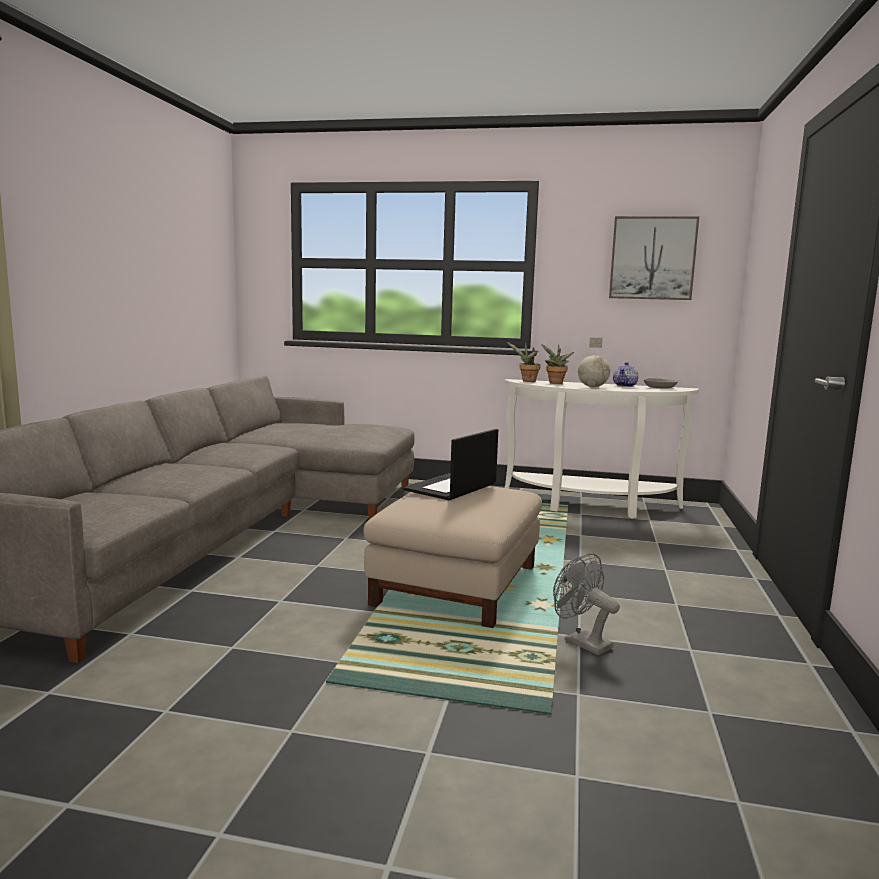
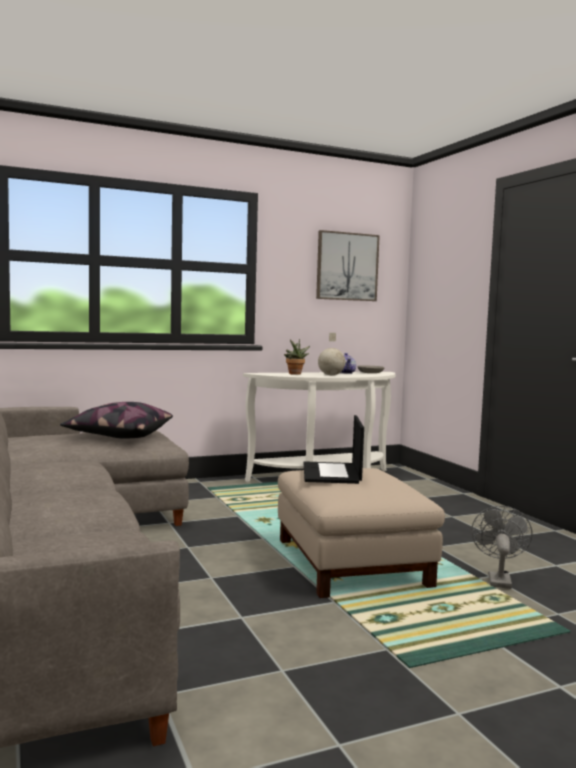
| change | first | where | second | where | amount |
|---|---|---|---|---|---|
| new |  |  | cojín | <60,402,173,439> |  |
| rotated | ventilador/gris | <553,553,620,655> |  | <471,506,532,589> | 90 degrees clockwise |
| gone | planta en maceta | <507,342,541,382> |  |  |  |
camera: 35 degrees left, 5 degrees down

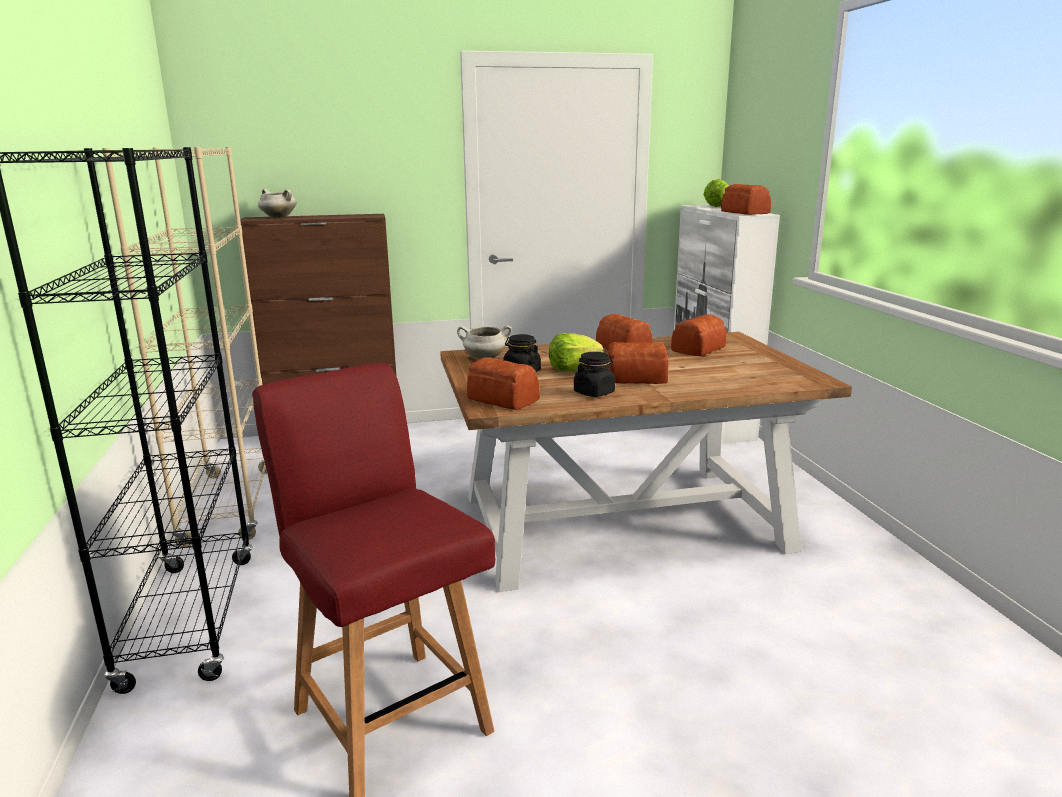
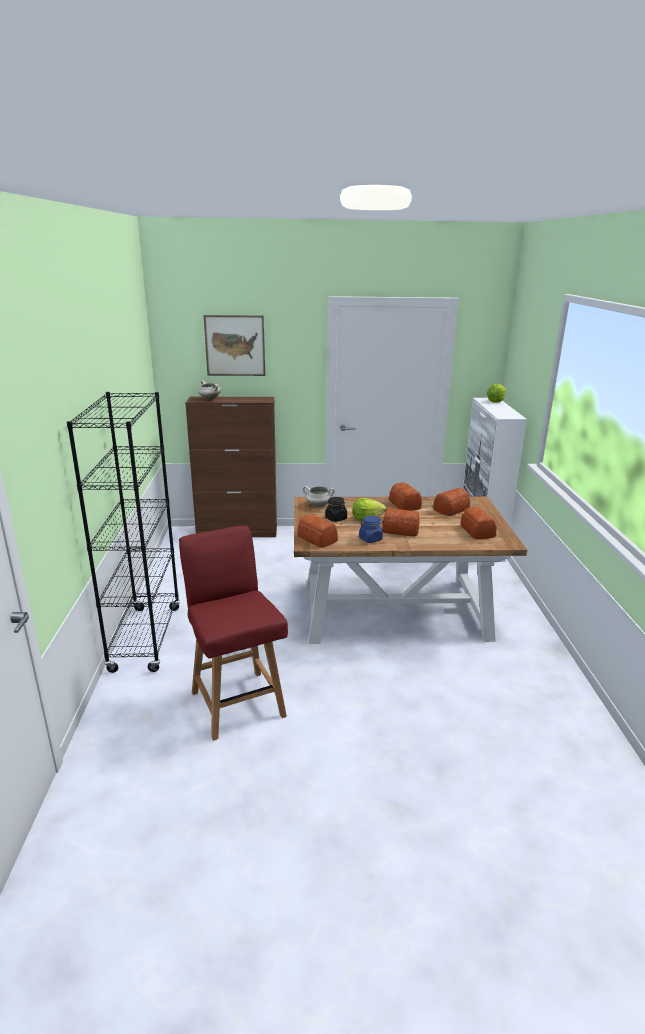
| change | first | where | second | where | amount |
|---|---|---|---|---|---|
| new |  |  | cuadro | <204,315,265,376> |  |
| repainted | tarro/negro | <574,352,615,397> | tarro/azul | <359,516,383,543> |  |
| shifted | pan | <721,184,771,215> |  | <461,507,497,539> |  |
| gone | estantería/beis | <102,147,267,547> |  |  |  |
camera: 10 degrees right, 5 degrees up

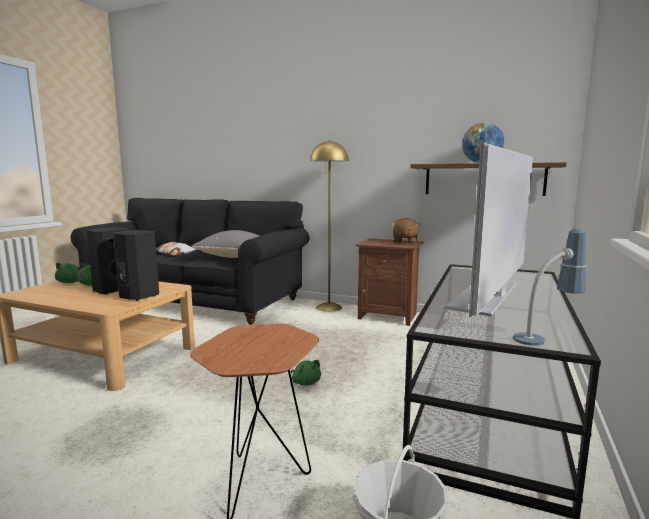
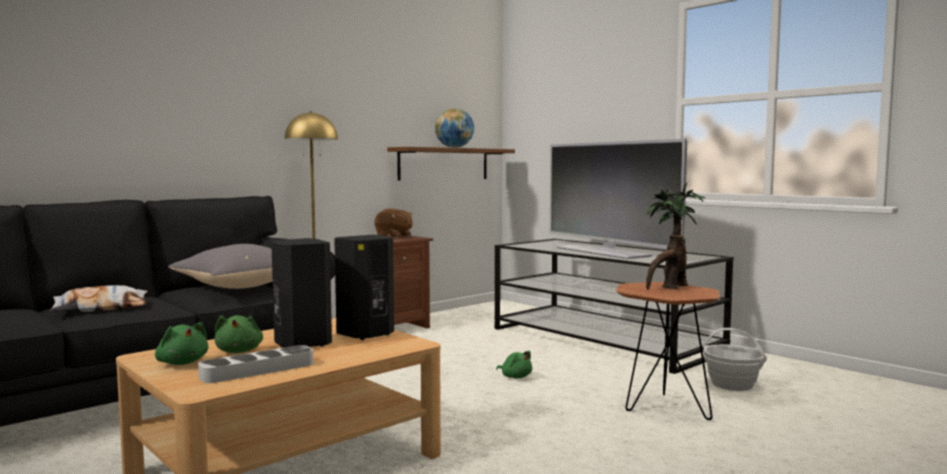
| change | first | where | second | where | amount |
|---|---|---|---|---|---|
| new |  |  | bandeja/gris | <198,345,314,383> |  |
| rotated | peluche/verde | <291,360,321,386> |  | <496,351,532,378> | 60 degrees clockwise |
| new |  |  | planta en maceta | <646,182,705,290> |  |
| gone | lámpara de mesa | <513,228,586,346> |  |  |  |
camera: 65 degrees left, 5 degrees down

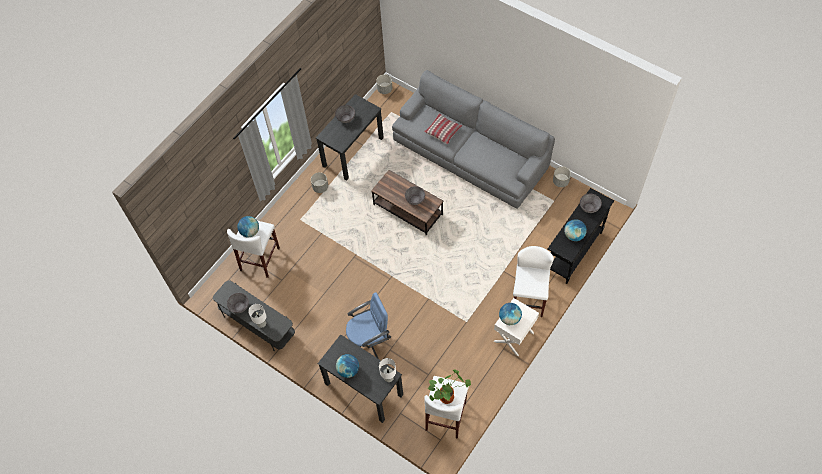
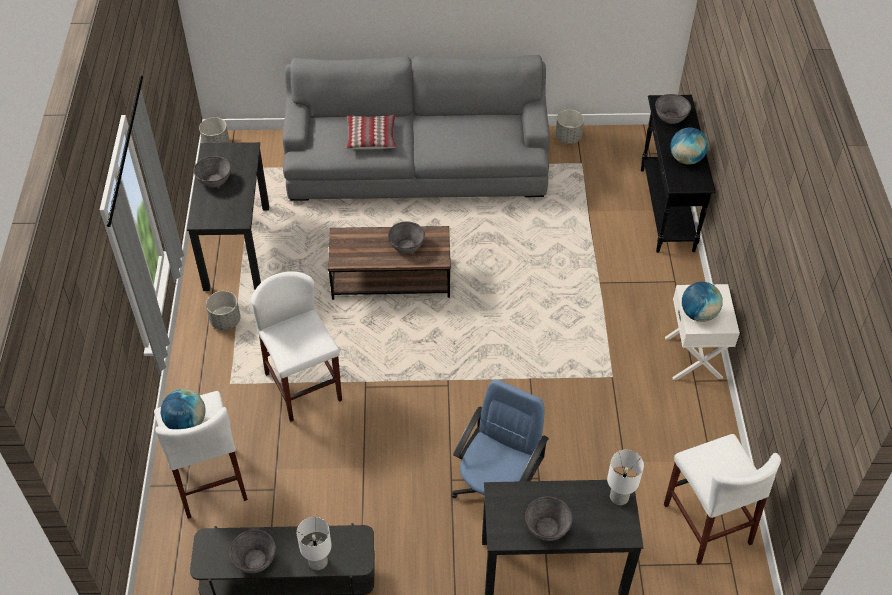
| change | first | where | second | where | amount |
|---|---|---|---|---|---|
| shifted | taburete/blanco | <513,246,554,317> |  | <251,271,342,422> |  |
| swapped | globo terráqueo | <336,354,359,378> | cuenco/gris | <525,496,573,541> |  |
| gone | planta en maceta | <428,370,471,404> |  |  |  |
camera: 40 degrees left, 10 degrees down

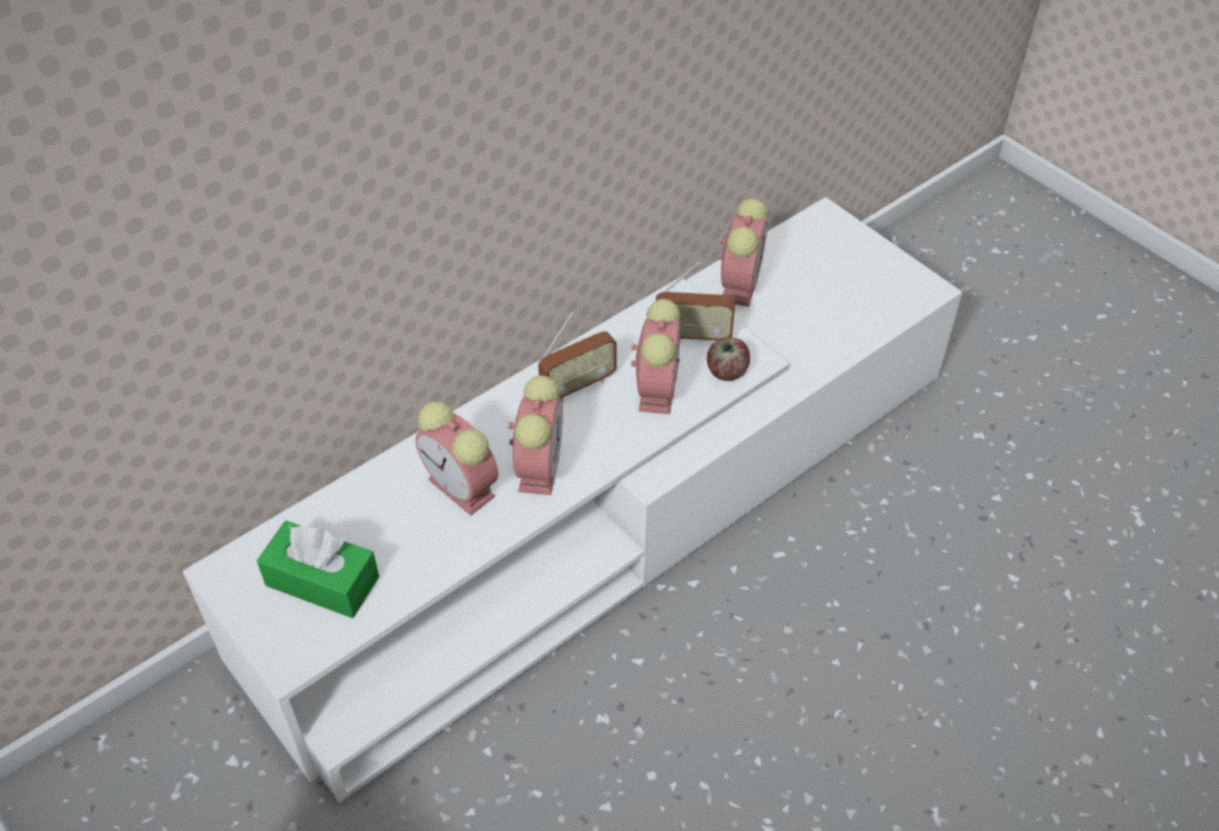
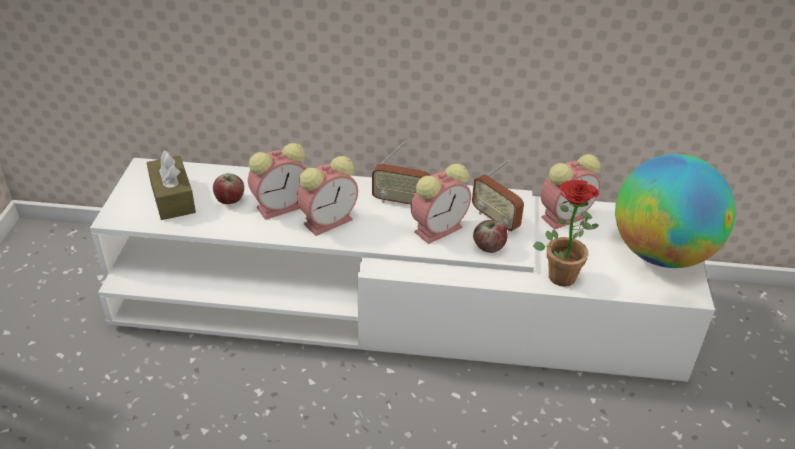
| change | first | where | second | where | amount |
|---|---|---|---|---|---|
| repainted | caja de pañuelos/verde | <257,520,379,618> | caja de pañuelos/marrón | <147,150,196,220> |  |
| new |  |  | manzana | <213,173,244,204> |  |
| rotated | despertador | <415,402,498,516> |  | <248,143,306,220> | 120 degrees counterclockwise |
| new |  |  | planta en maceta | <533,180,599,287> |  |
| new |  |  | globo terráqueo | <615,154,736,268> |  |
camera: 45 degrees right, 10 degrees down

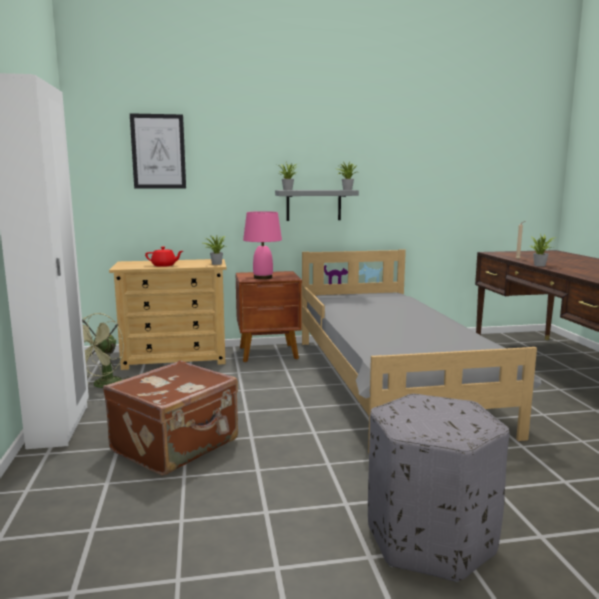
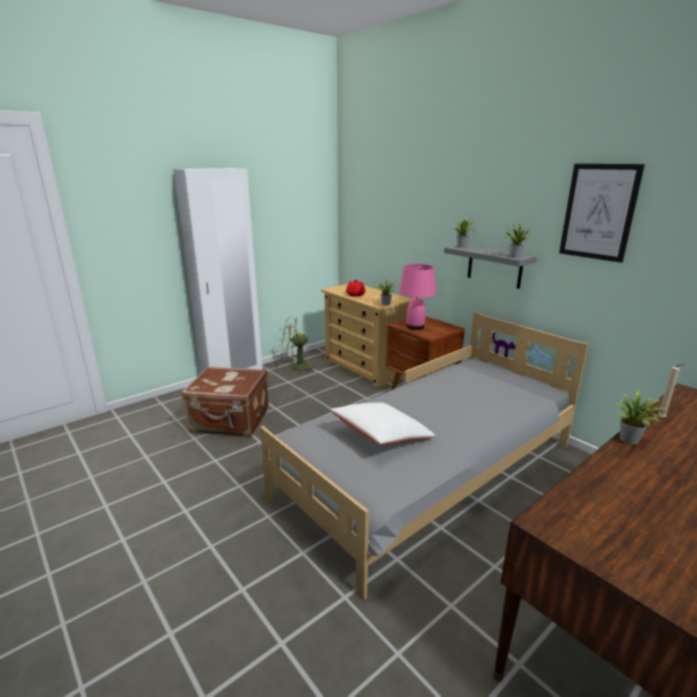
| change | first | where | second | where | amount |
|---|---|---|---|---|---|
| new |  |  | cojín/blanco | <330,402,436,445> |  |
| shifted | cuadro | <130,114,186,189> |  | <559,164,645,263> |  |
| gone | puf/gris | <368,394,509,582> |  |  |  |
camera: 60 degrees right, 10 degrees up

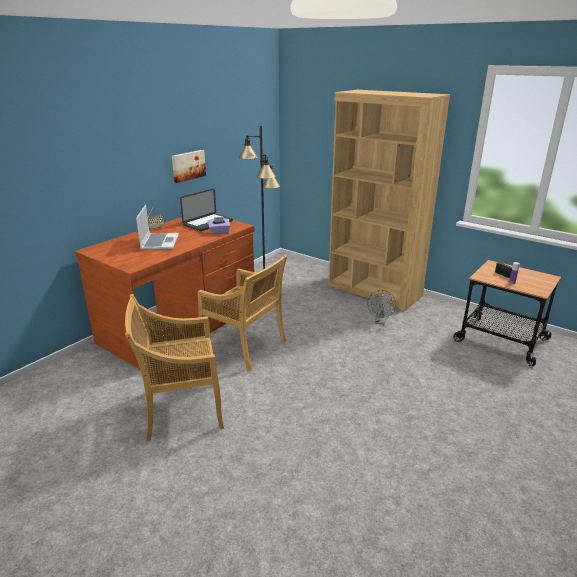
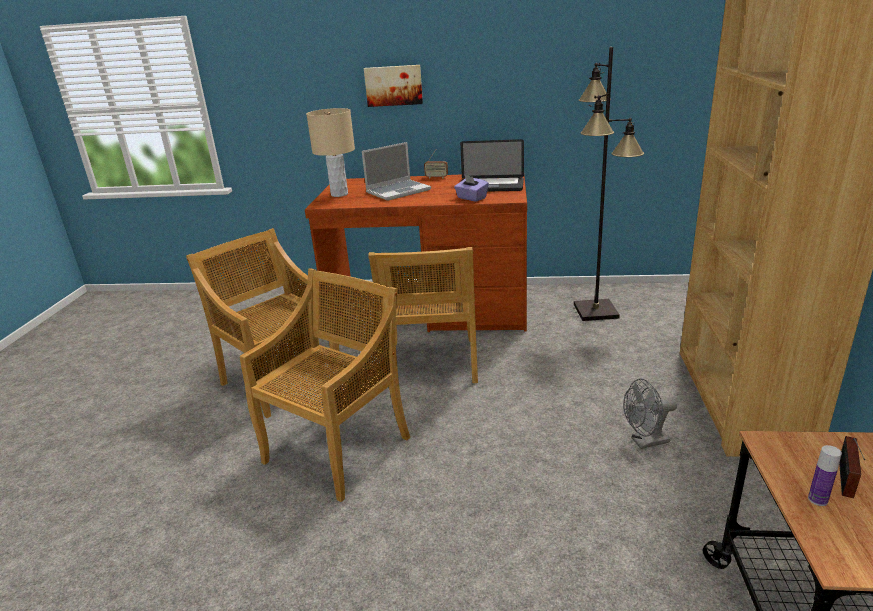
| change | first | where | second | where | amount |
|---|---|---|---|---|---|
| new |  |  | silla/beis | <240,269,410,502> |  |
| new |  |  | lámpara de mesa/beis | <306,108,355,197> |  |
| shifted | cuadro | <172,150,206,183> |  | <364,65,423,107> |  |
camera: 60 degrees right, 0 degrees up

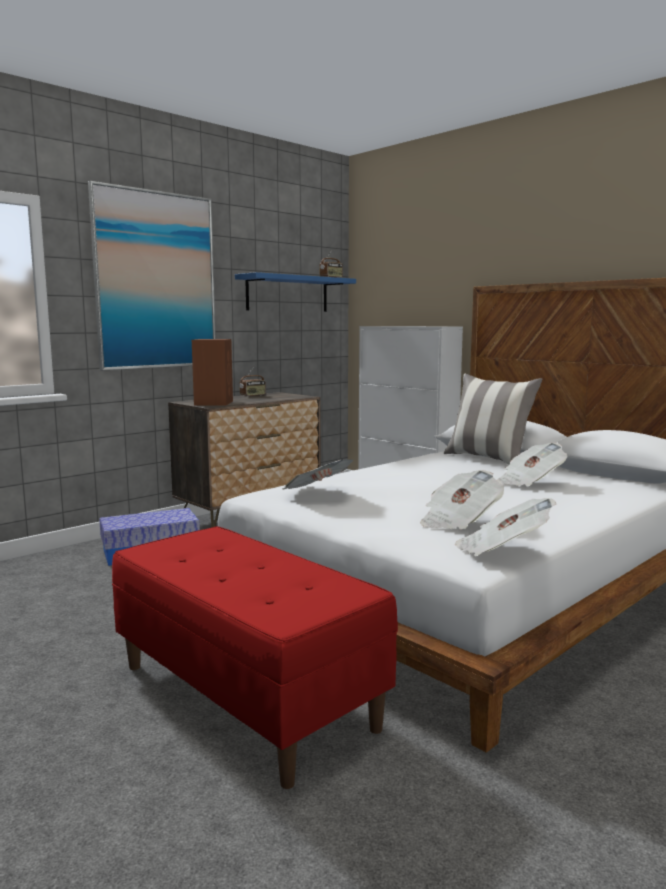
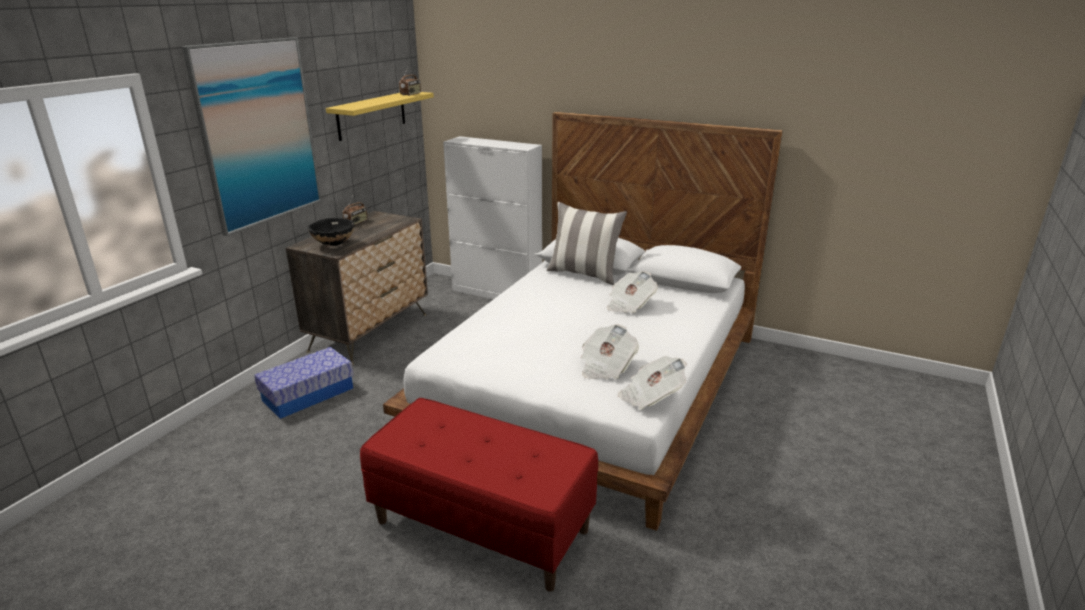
| change | first | where | second | where | amount |
|---|---|---|---|---|---|
| swapped | altavoz/marrón | <192,339,233,406> | cuenco/negro | <308,218,354,246> |  |
| repainted | estante/azul | <235,272,356,312> | estante/amarillo | <326,92,434,141> |  |
| gone | periódico | <283,458,353,489> |  |  |  |
camera: 20 degrees left, 15 degrees up

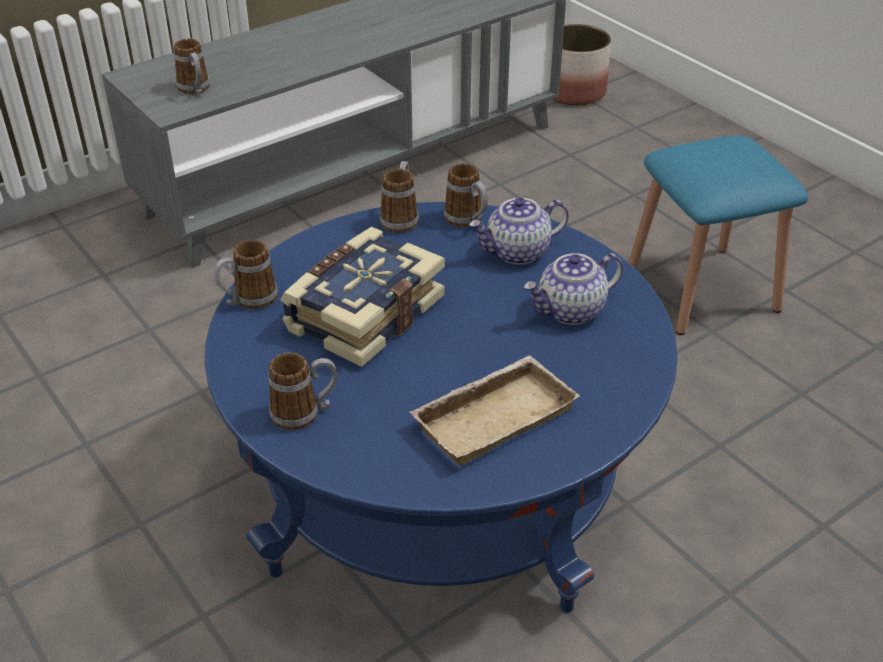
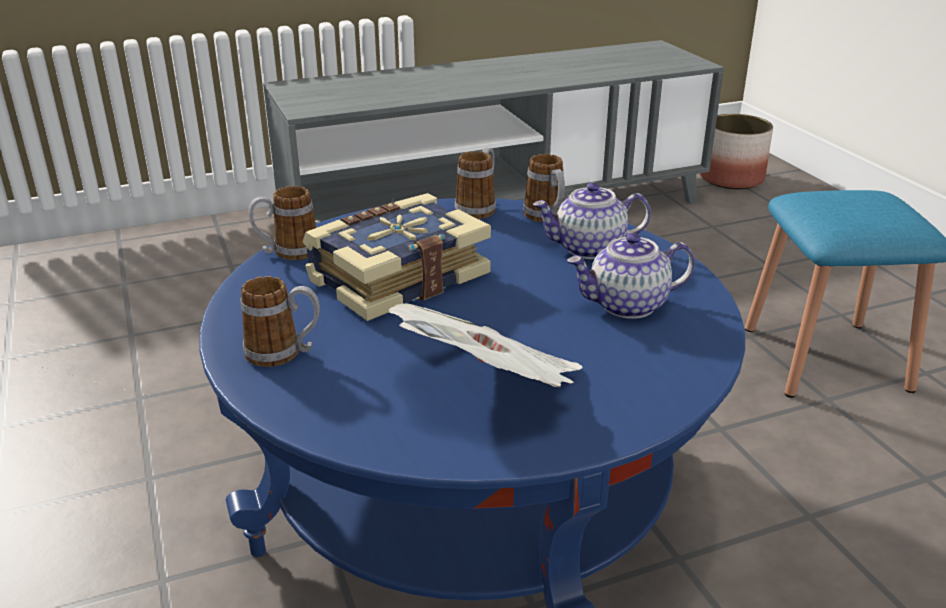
| change | first | where | second | where | amount |
|---|---|---|---|---|---|
| swapped | bandeja/beis | <409,355,580,466> | periódico | <389,303,583,387> |  |
| gone | taza grande | <174,39,210,94> |  |  |  |
camera: 15 degrees right, 10 degrees down

